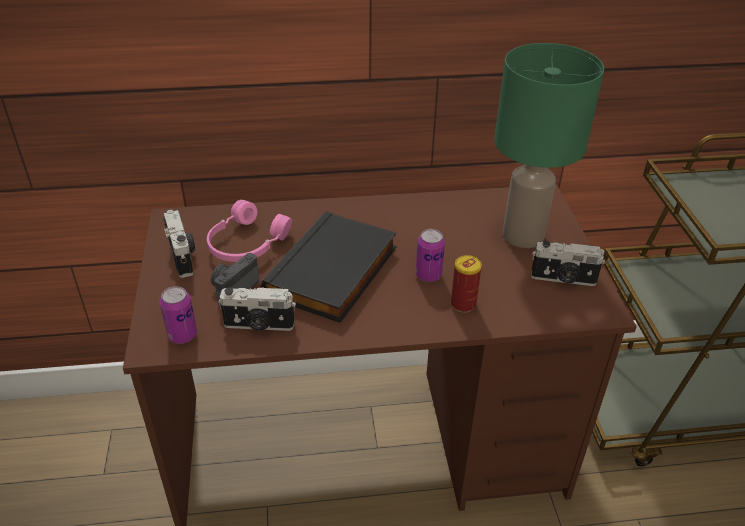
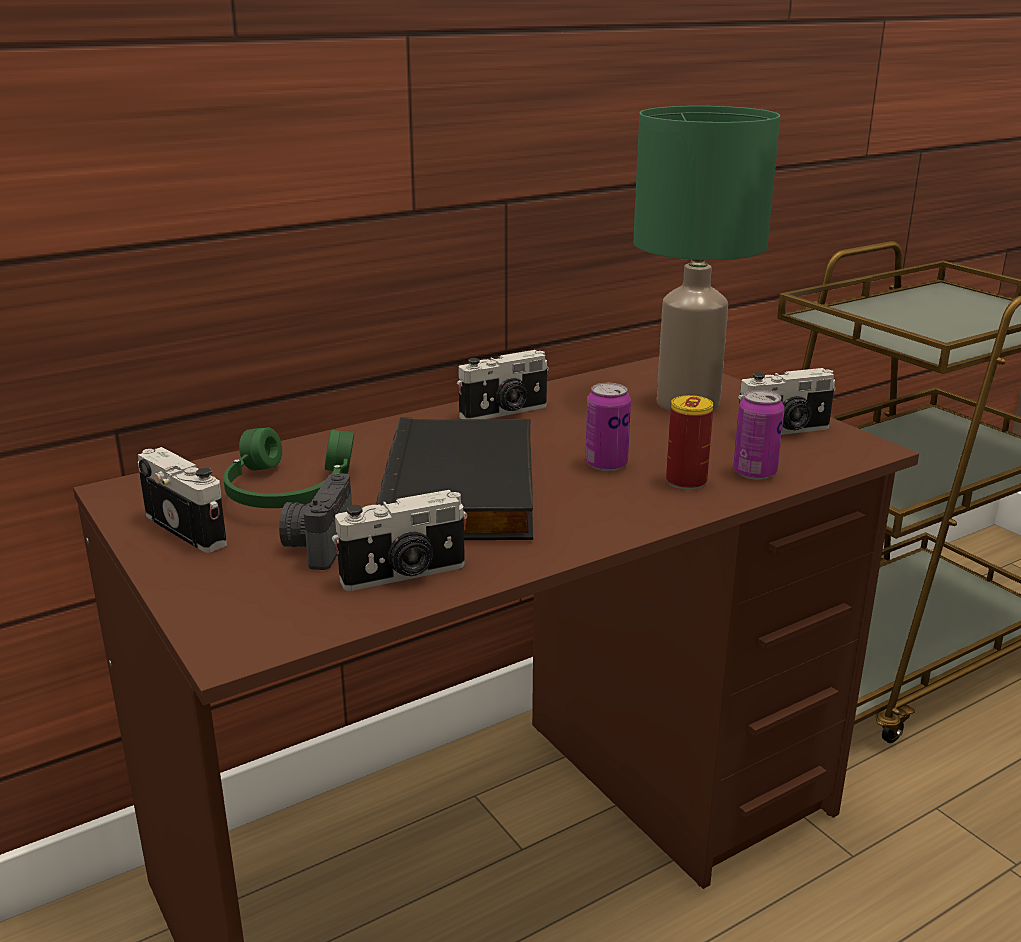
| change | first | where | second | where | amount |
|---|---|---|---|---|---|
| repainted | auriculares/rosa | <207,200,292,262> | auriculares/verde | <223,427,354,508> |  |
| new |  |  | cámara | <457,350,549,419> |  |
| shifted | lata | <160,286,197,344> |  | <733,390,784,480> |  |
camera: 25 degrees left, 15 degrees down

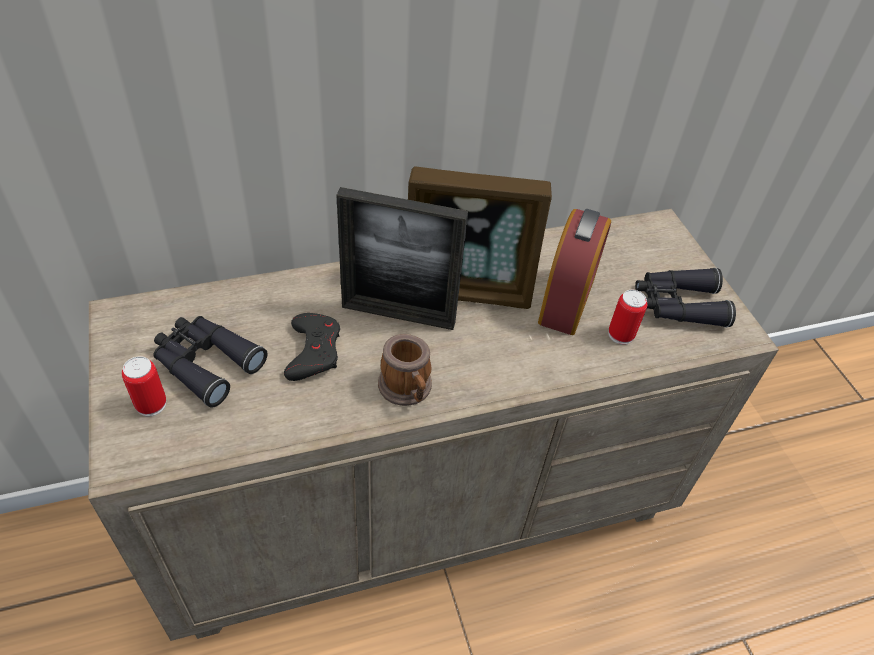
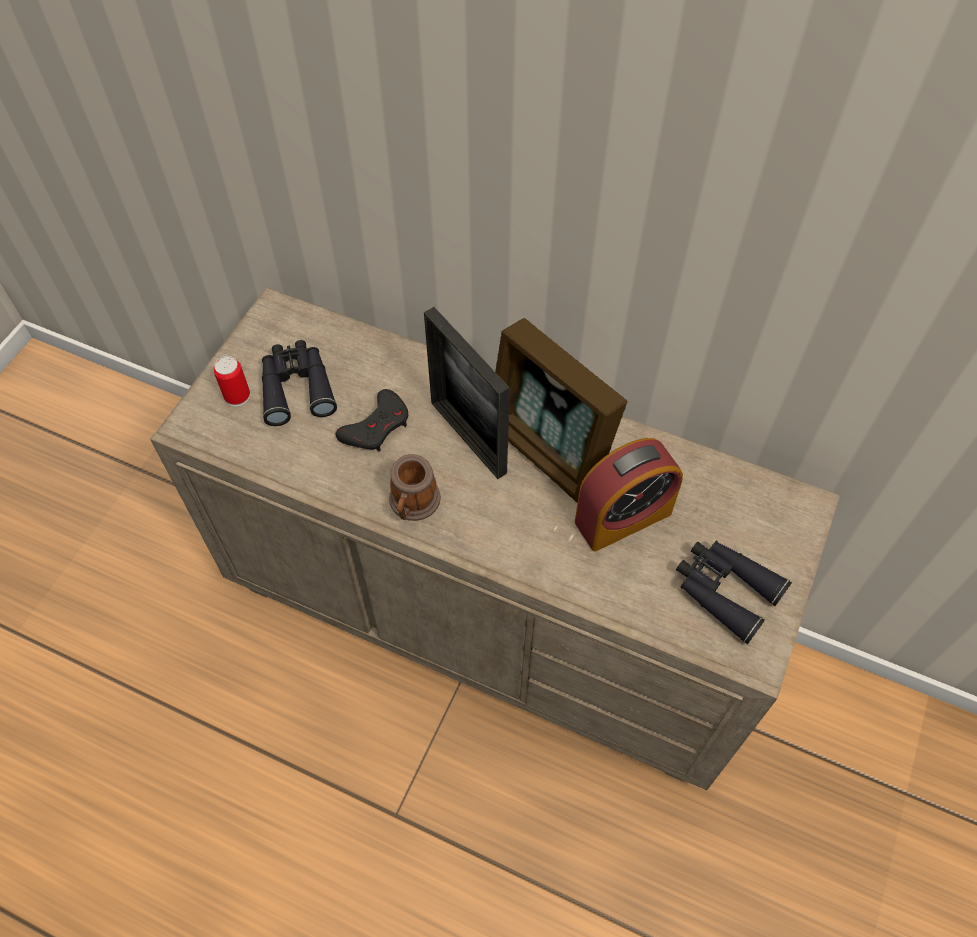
| change | first | where | second | where | amount |
|---|---|---|---|---|---|
| gone | lata | <608,290,647,345> |  |  |  |
camera: 45 degrees right, 10 degrees up

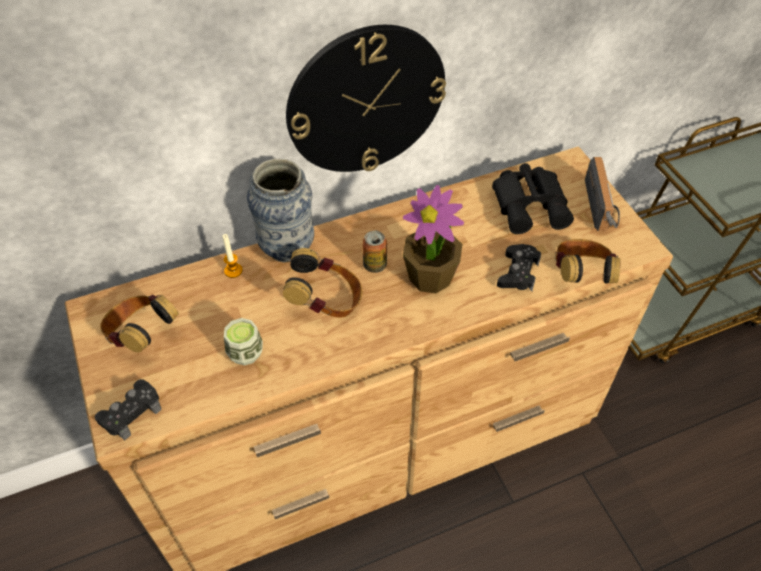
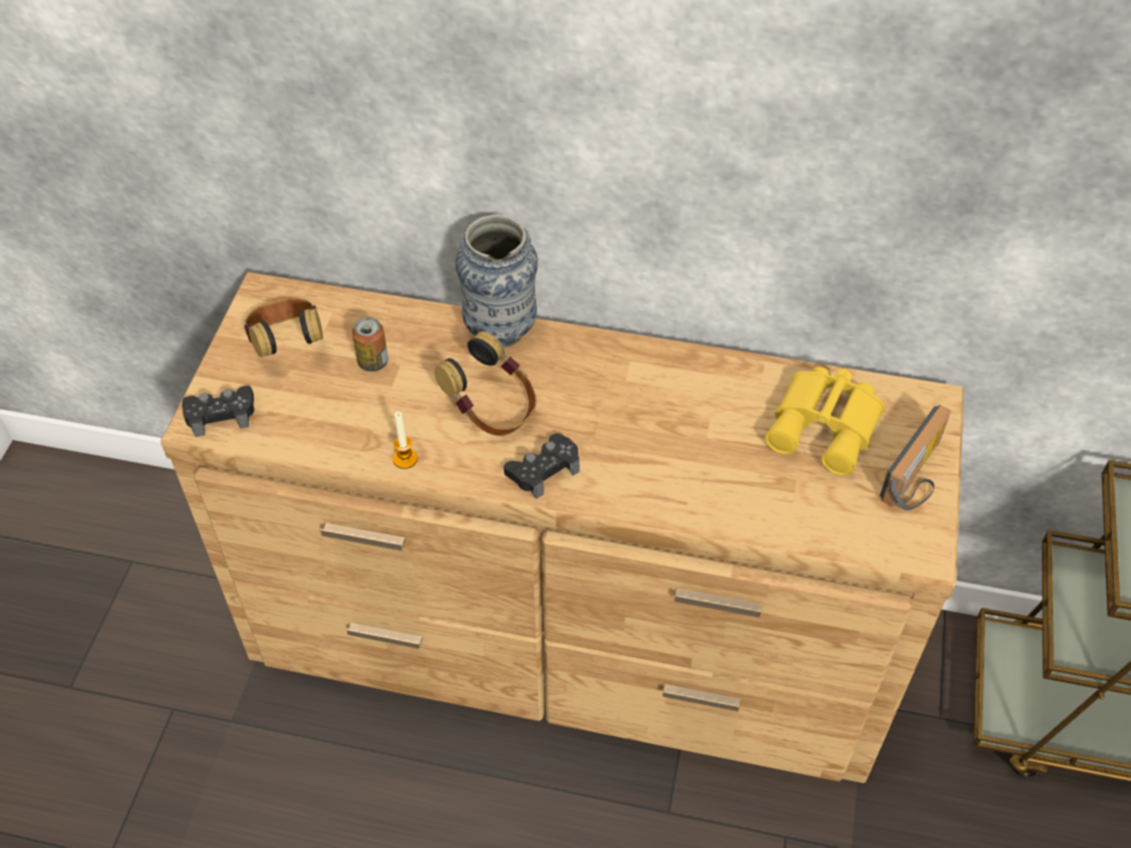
| change | first | where | second | where | amount |
|---|---|---|---|---|---|
| shifted | lata | <362,230,387,273> |  | <352,317,388,372> |  |
| shifted | vela | <222,234,243,278> |  | <393,412,418,469> |  |
| shifted | mando de consola/negro | <497,244,541,291> |  | <504,433,580,499> |  |
| repainted | prismáticos/negro | <492,163,574,234> | prismáticos/amarillo | <765,367,884,476> |  |
| gone | taza | <224,318,263,365> |  |  |  |
| gone | reloj de pared | <286,25,446,172> |  |  |  |
| gone | planta en maceta | <403,185,464,293> |  |  |  |
| gone | auriculares | <555,239,620,284> |  |  |  |
camera: 35 degrees right, 0 degrees up

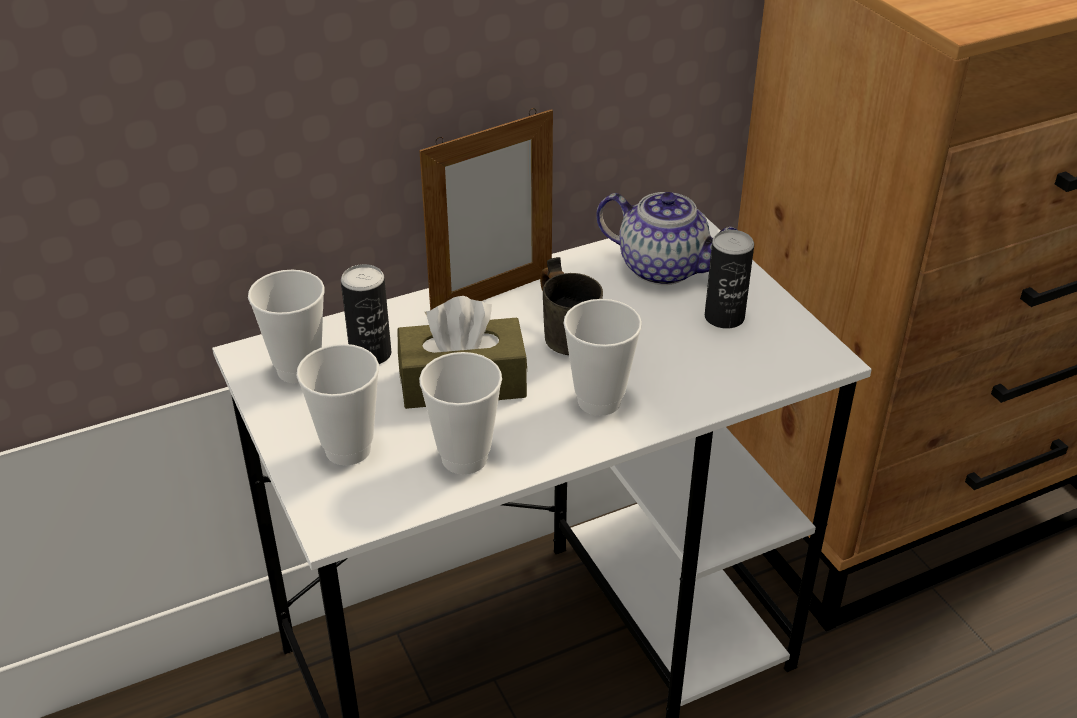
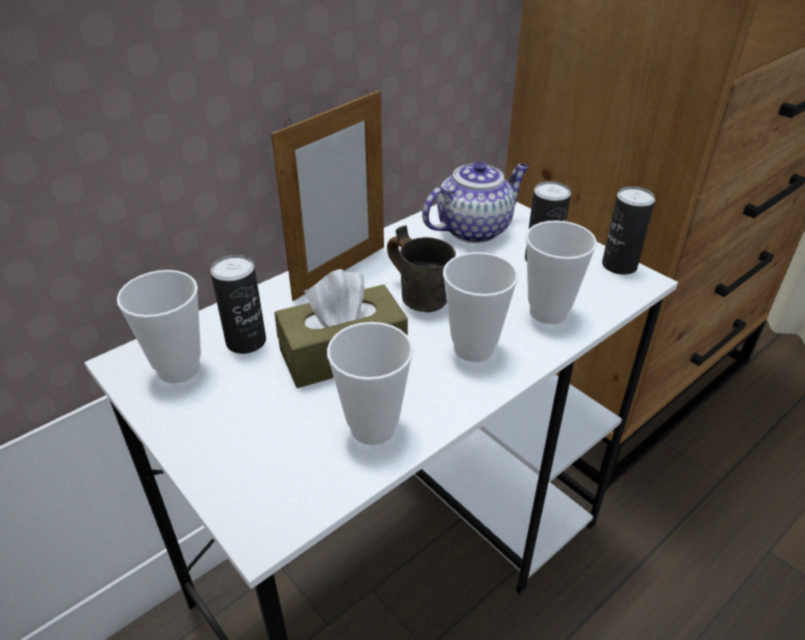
| change | first | where | second | where | amount |
|---|---|---|---|---|---|
| rotated | tetera | <596,192,737,285> |  | <422,161,529,243> | 45 degrees counterclockwise |
| shifted | taza | <297,344,379,466> |  | <526,220,597,324> |  |
| new |  |  | lata | <602,186,655,275> |  |
camera: 15 degrees left, 0 degrees up

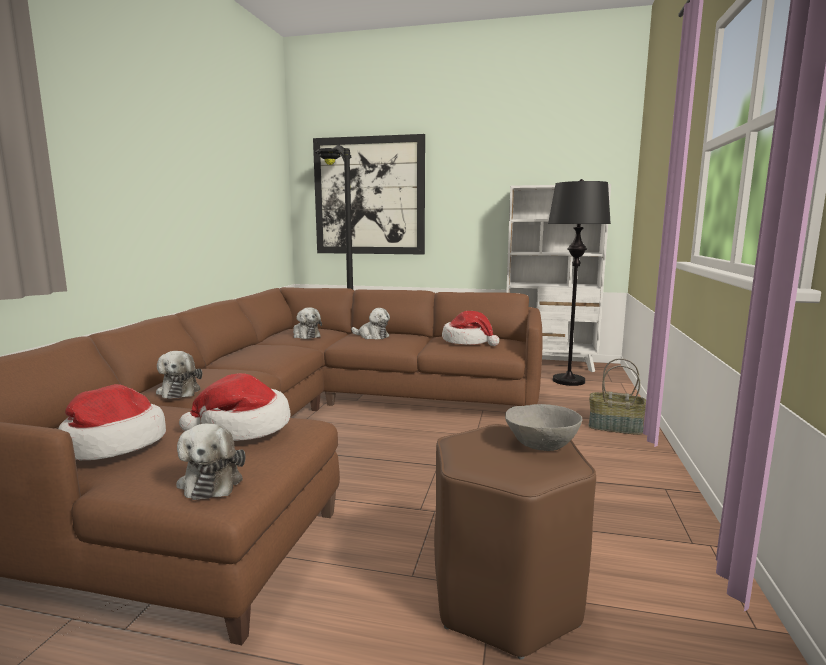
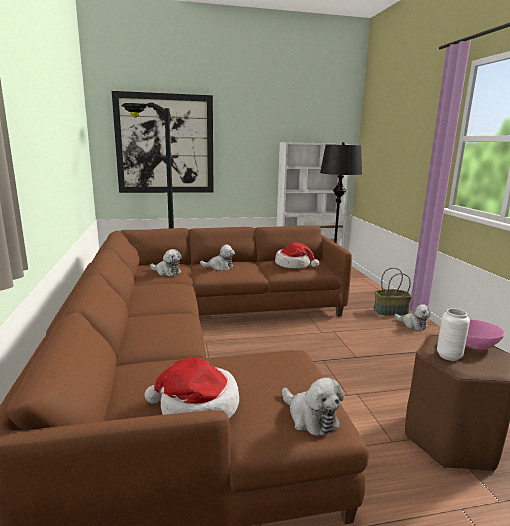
| change | first | where | second | where | amount |
|---|---|---|---|---|---|
| shifted | peluche | <156,351,202,399> |  | <395,304,430,330> |  |
| new |  |  | florero/blanco | <437,308,470,361> |  |
| repainted | cuenco/gris | <505,404,583,451> | cuenco/rosa | <466,319,505,350> |  |
| gone | sombrero | <179,373,291,441> |  |  |  |
camera: 25 degrees left, 5 degrees up

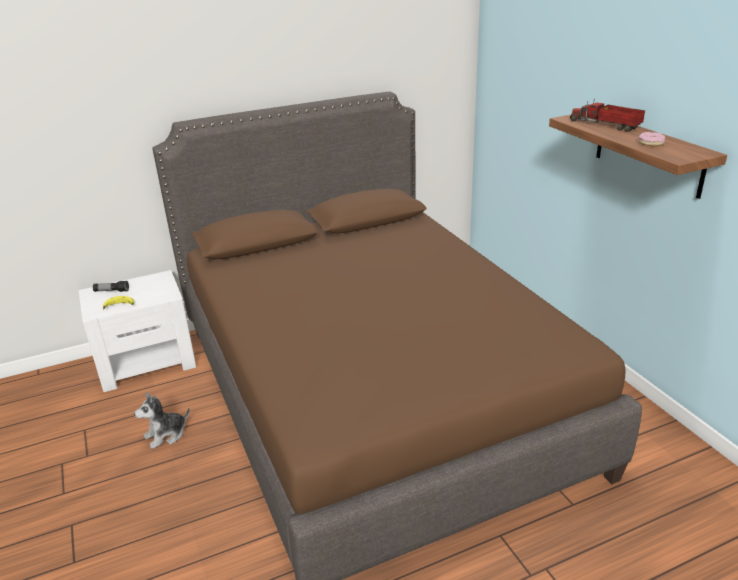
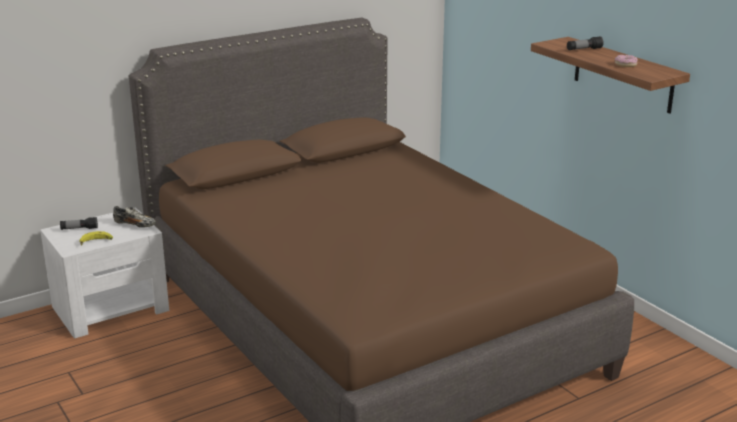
| change | first | where | second | where | amount |
|---|---|---|---|---|---|
| new |  |  | zapato | <113,206,156,228> |  |
| swapped | camión de juguete | <570,102,645,132> | linterna | <567,36,604,50> |  |
| gone | peluche | <134,392,190,449> |  |  |  |
camera: 10 degrees left, 5 degrees down

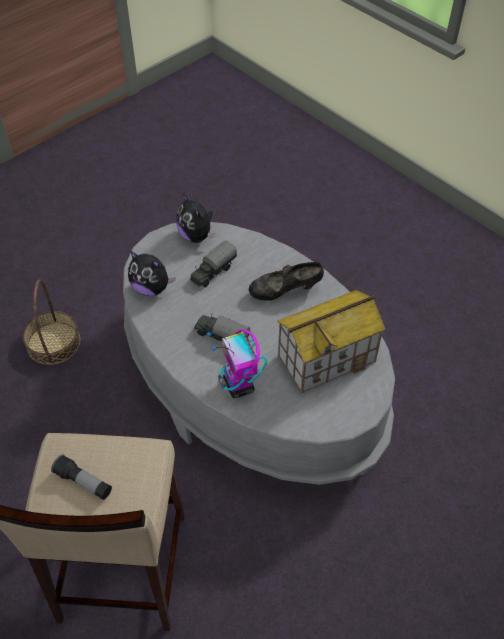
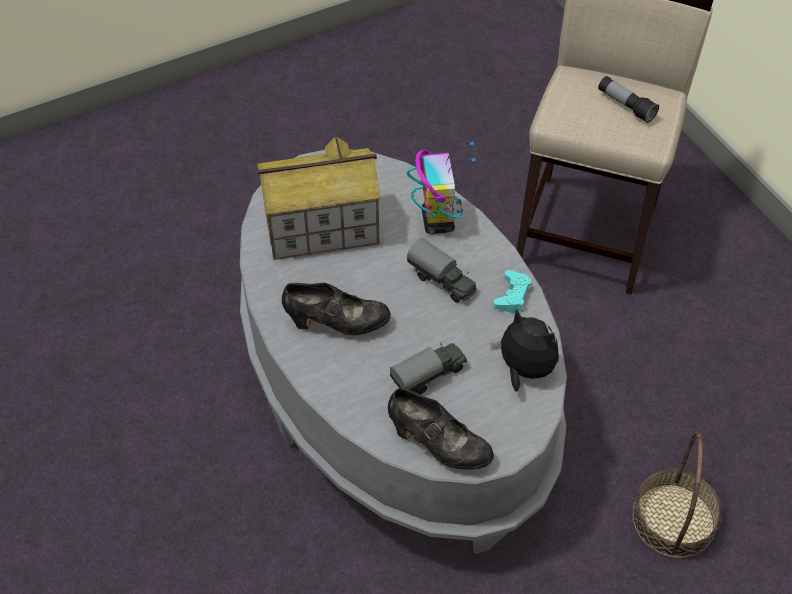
| change | first | where | second | where | amount |
|---|---|---|---|---|---|
| swapped | peluche | <176,193,215,243> | zapato/negro | <388,388,494,470> |  |
| new |  |  | mando de consola/turquesa | <493,270,532,313> |  |
camera: 165 degrees left, 0 degrees up

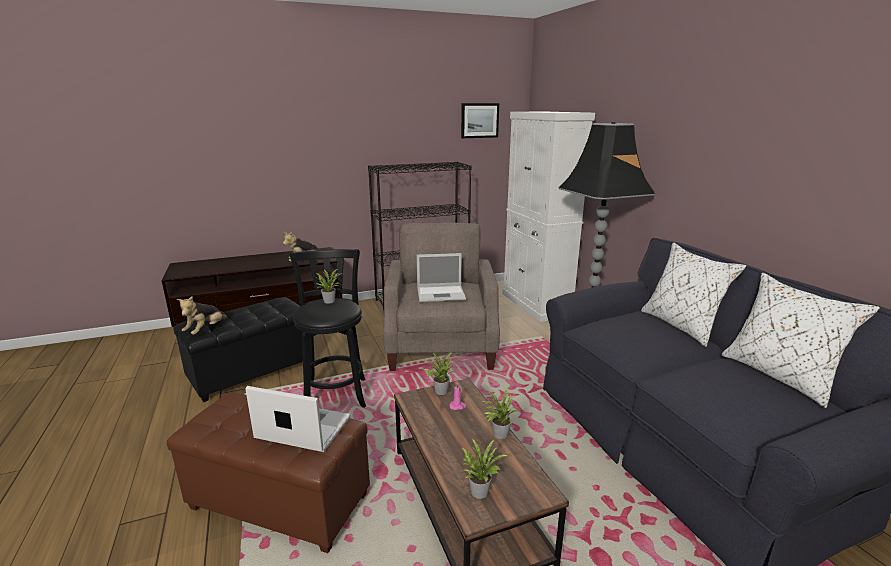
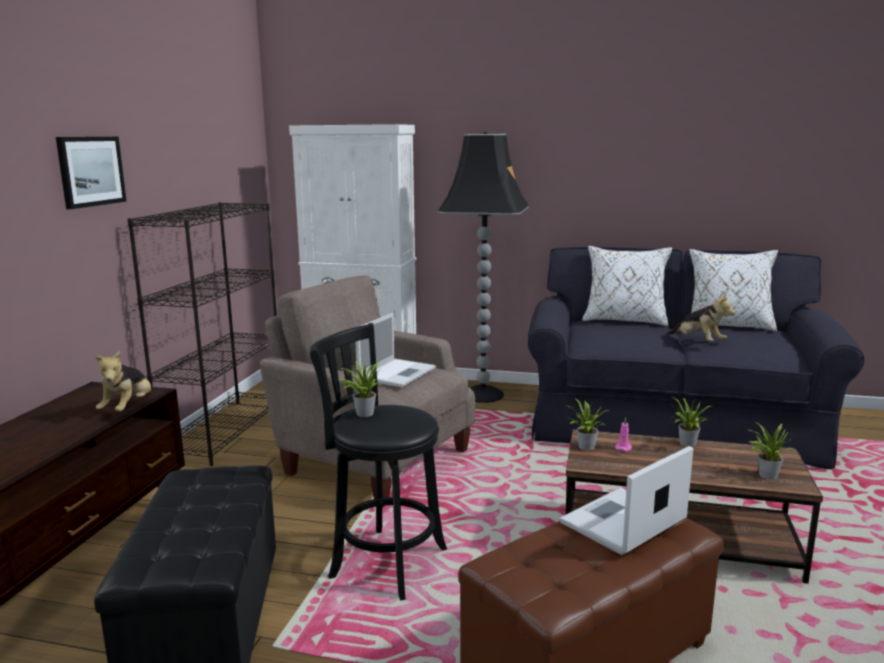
| change | first | where | second | where | amount |
|---|---|---|---|---|---|
| shifted | cuadro | <461,103,499,138> |  | <56,137,126,209> |  |
| shifted | peluche | <177,296,228,335> |  | <667,294,735,341> |  |
camera: 55 degrees left, 5 degrees down

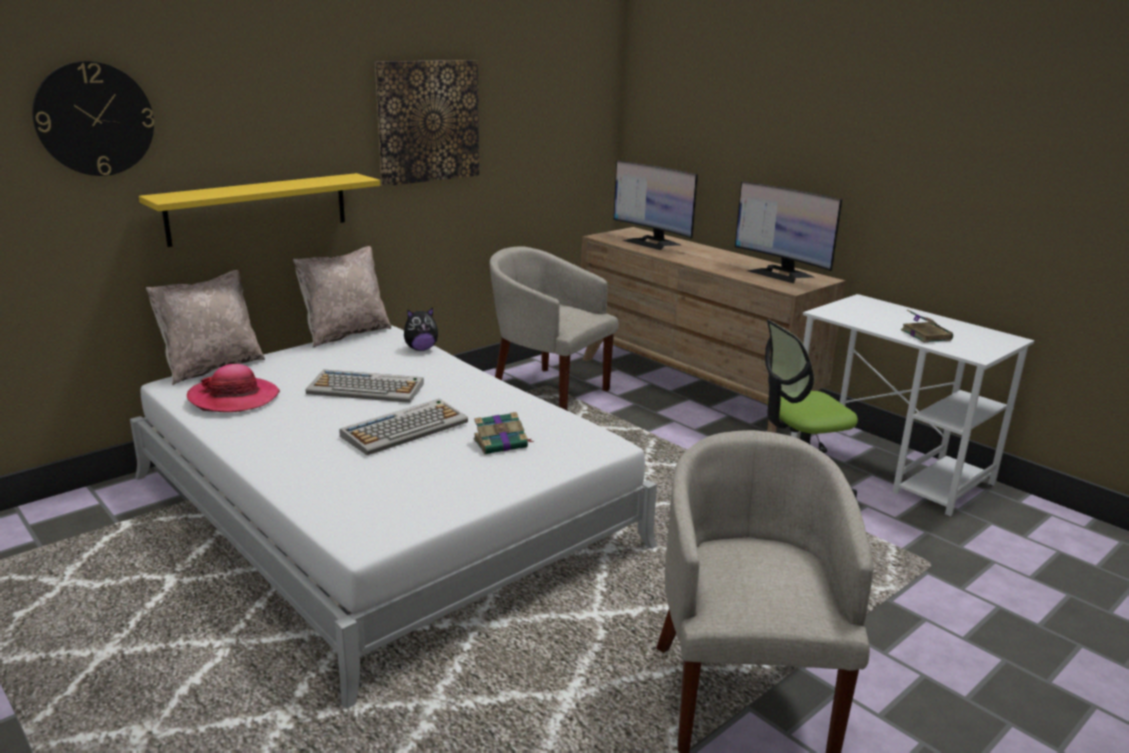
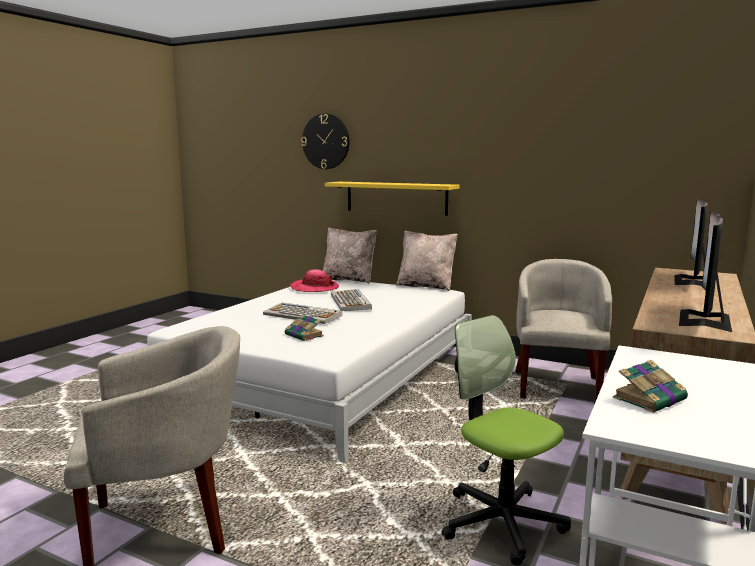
| change | first | where | second | where | amount |
|---|---|---|---|---|---|
| gone | cuadro | <375,60,479,186> |  |  |  |
| gone | peluche | <404,308,438,351> |  |  |  |
camera: 70 degrees right, 10 degrees down

